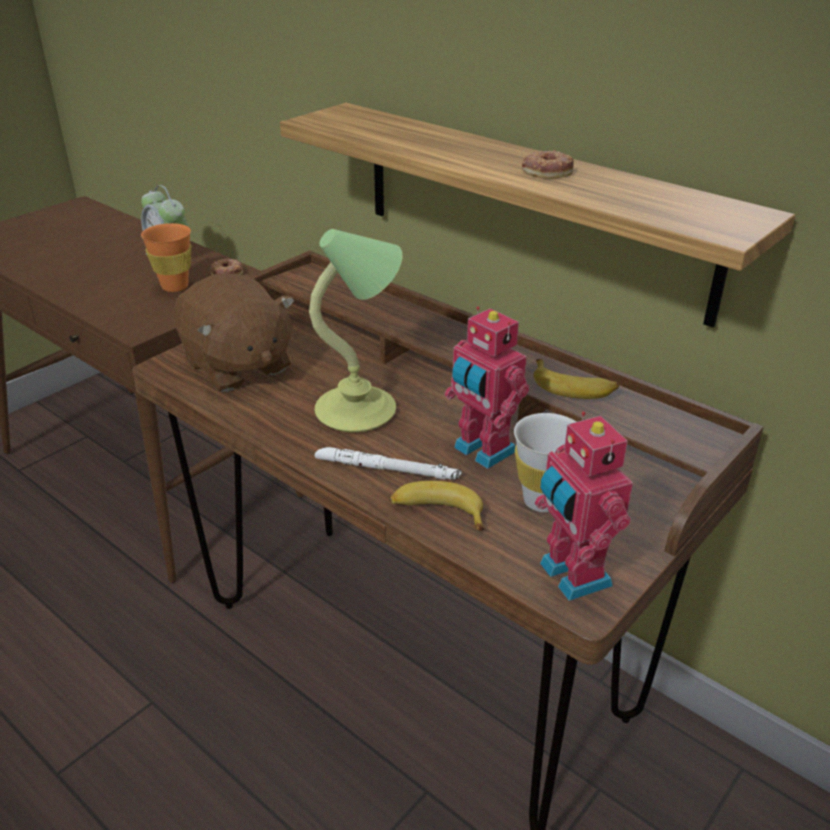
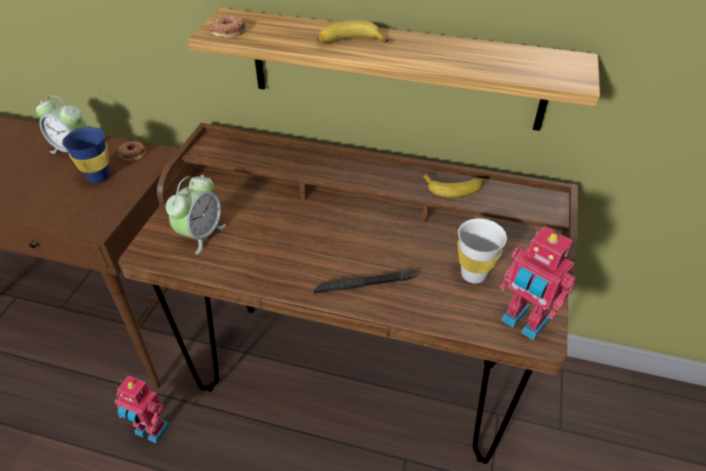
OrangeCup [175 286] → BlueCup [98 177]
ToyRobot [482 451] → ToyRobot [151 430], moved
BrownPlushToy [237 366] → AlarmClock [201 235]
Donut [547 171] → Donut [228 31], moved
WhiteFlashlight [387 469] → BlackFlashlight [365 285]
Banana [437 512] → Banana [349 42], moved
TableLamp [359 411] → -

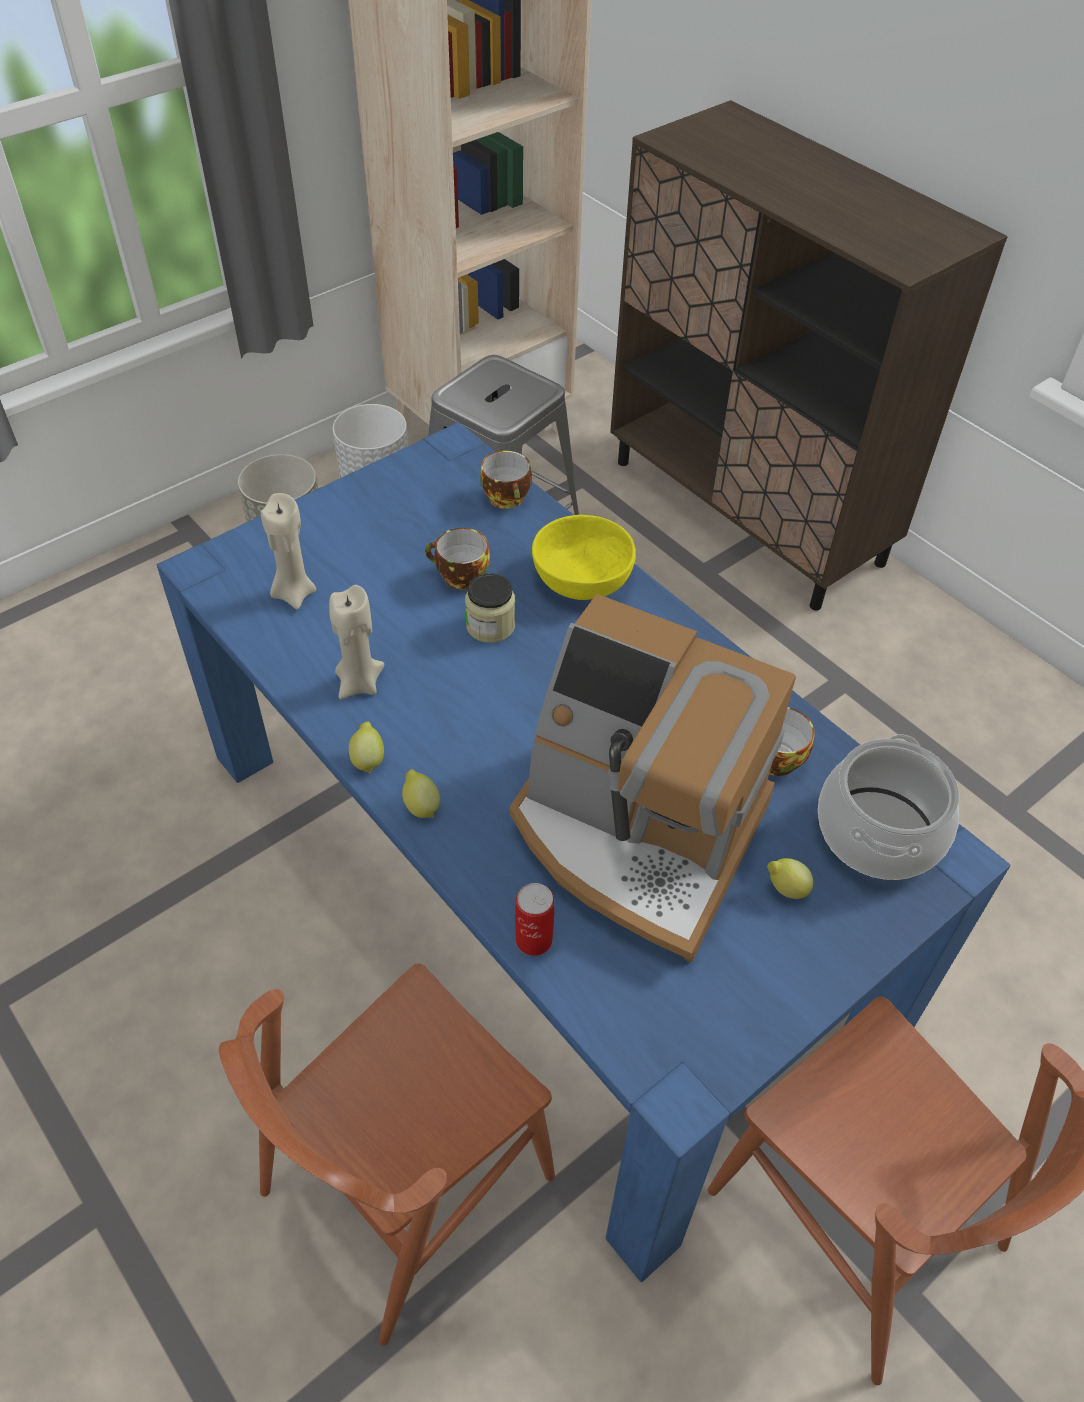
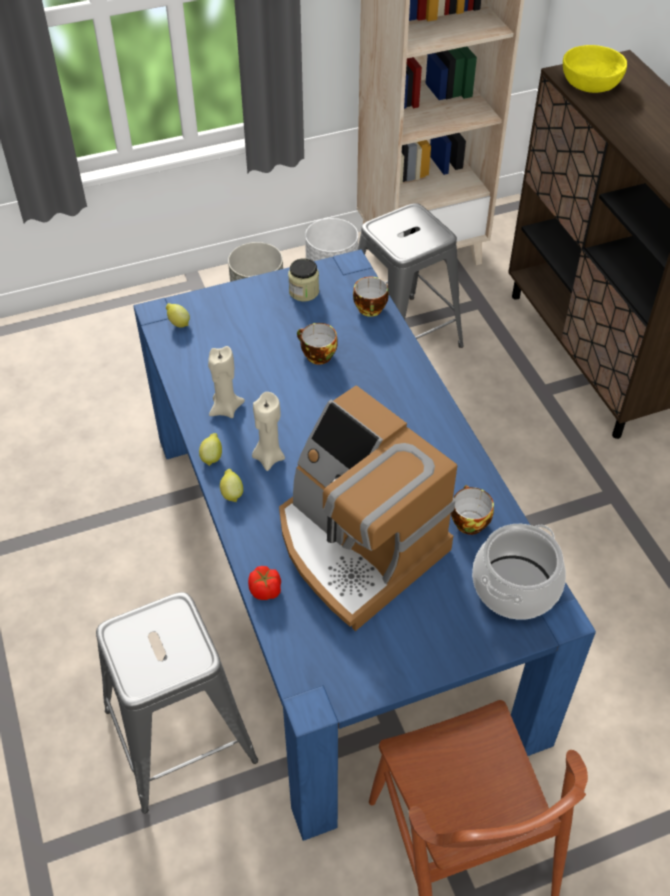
BrownChair [406 1183] → GreyStool [181 735]
Lemon [785 889] → Lemon [178 323], moved
Can [534 939] → Tomato [265 590]
BeigeCandle [293 593] → BeigeCandle [269 457], moved
Jar [490 626] → Jar [304 292], moved
YellowBowl [581 578] → YellowBowl [590 83], moved

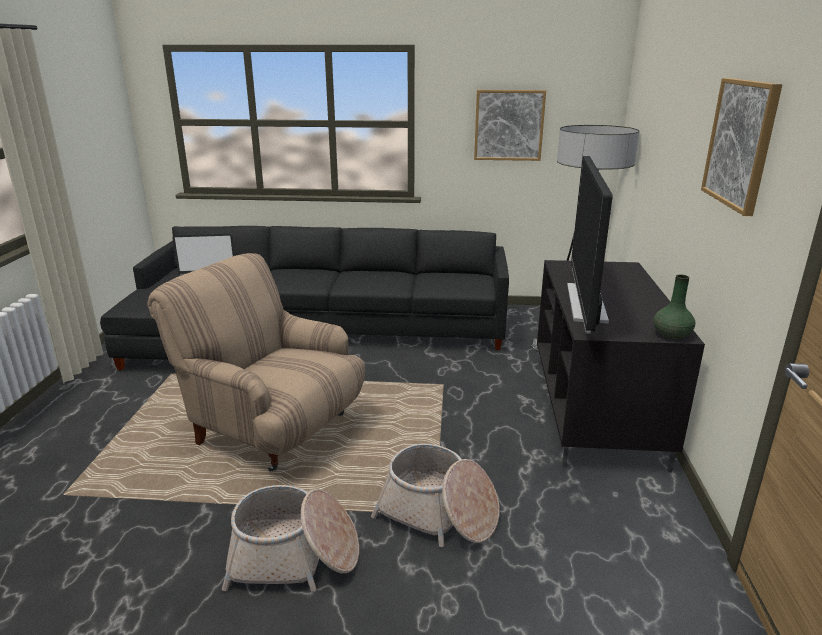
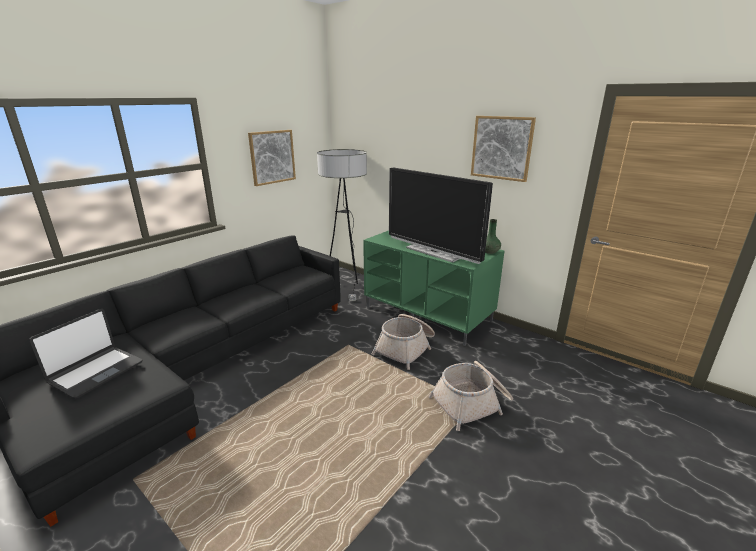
BlackTvStand [597 411] → GreenTvStand [429 314]
Basket [294 557] → Basket [406 348], moved
BeigeArmchair [273 429] → -

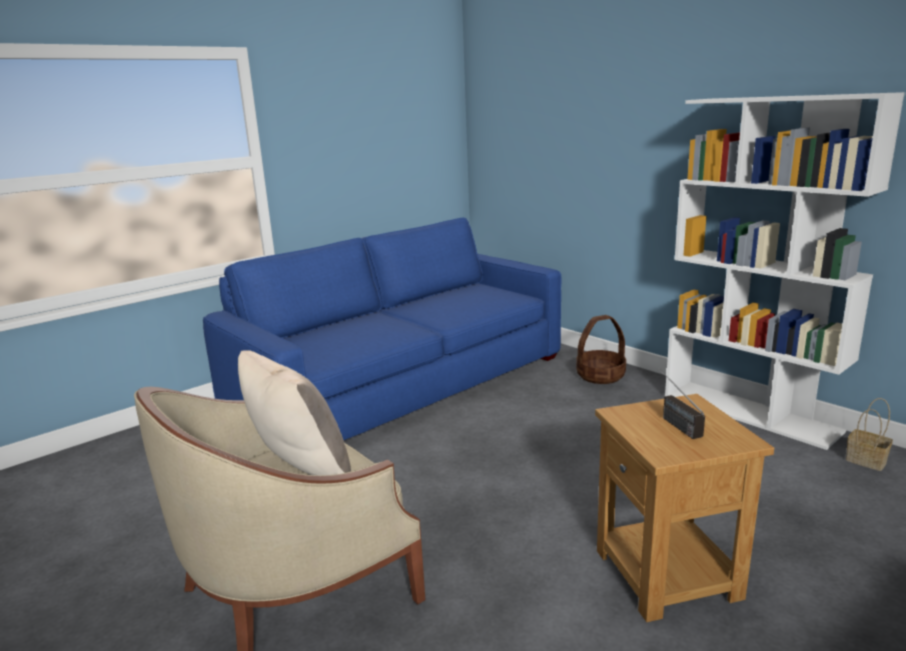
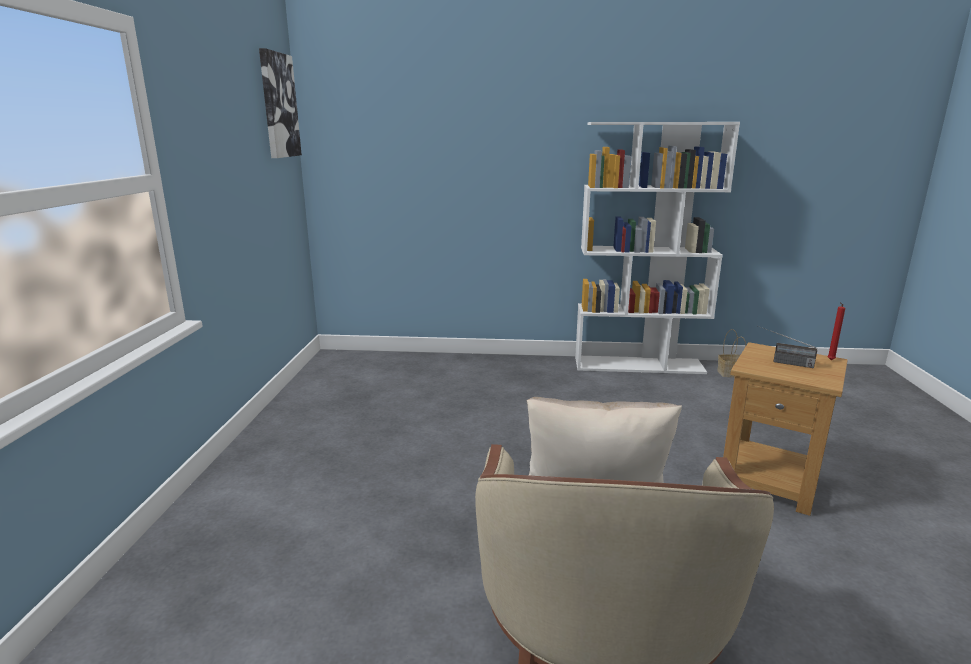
- → Picture [278 105]
- → RedCandle [830 360]
BlueSofa [401 384] → -
Basket [600 376] → -

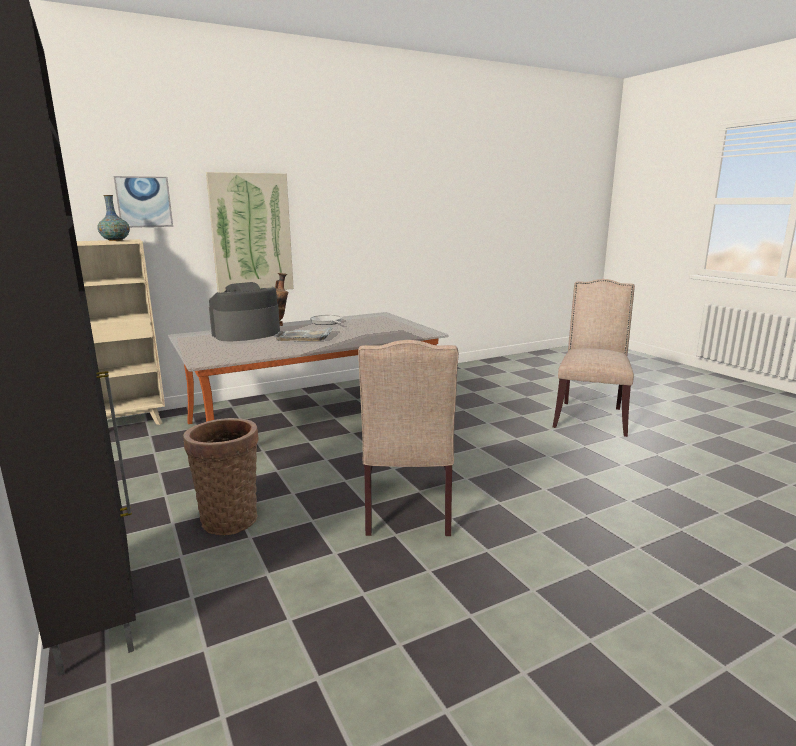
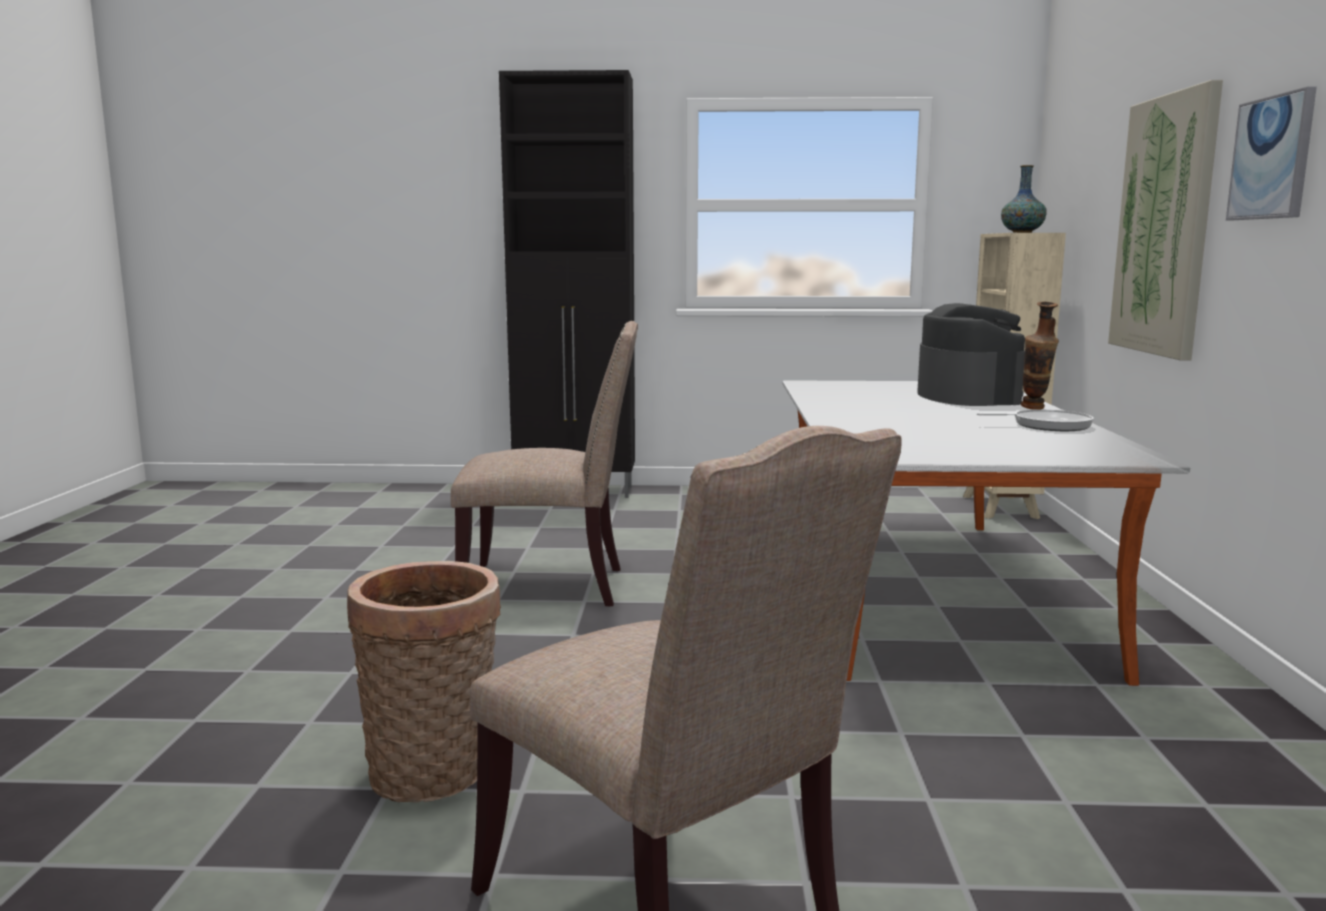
Basket [230 518] → Basket [435 774], moved
BeigeChair [408 509] → BeigeChair [551 586], 150 degrees clockwise
Picture [144 202] → Picture [1272 158], moved
GreyTray [305 336] → -

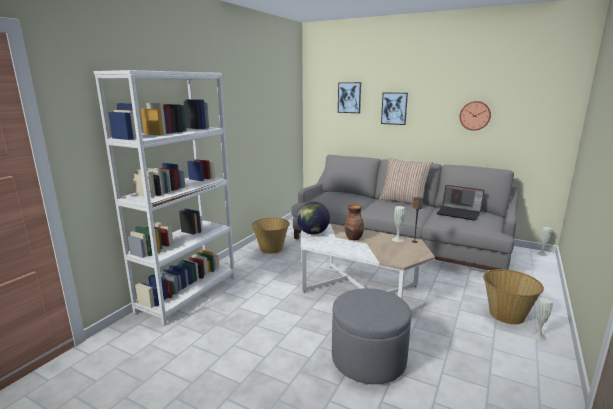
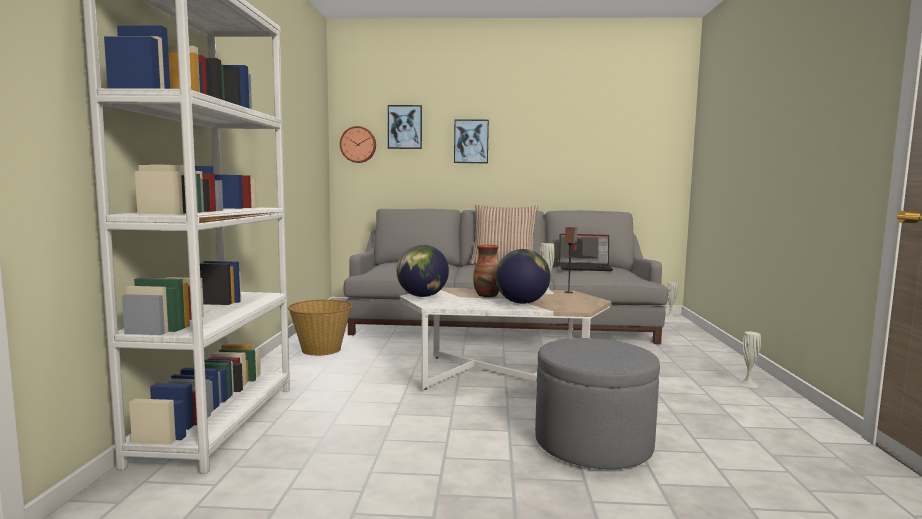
WallClock [475 115] → WallClock [358 144], moved
- → Globe [521 303]
Basket [506 314] → -

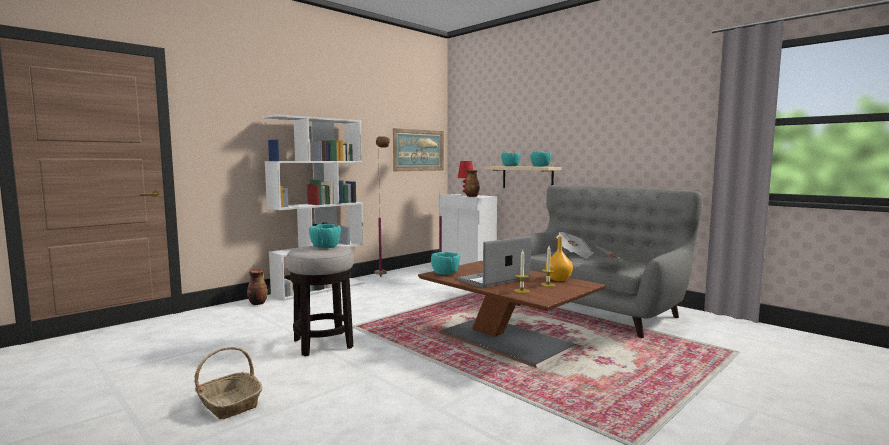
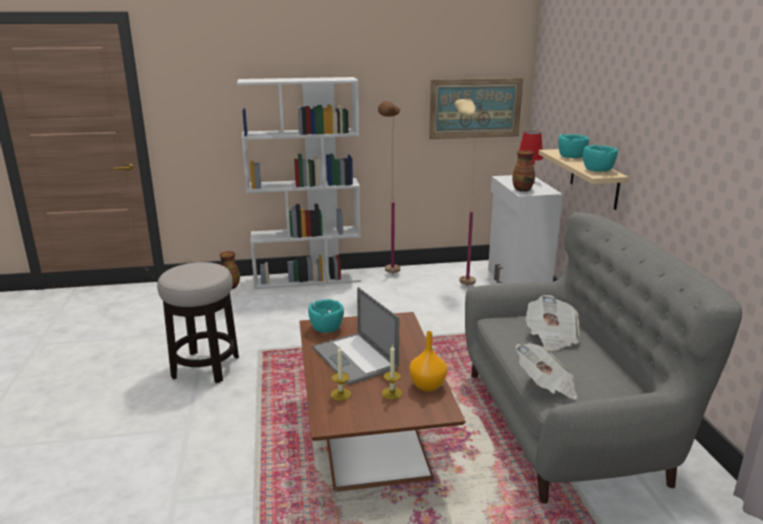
Laptop [493 279] → Laptop [354 358], 120 degrees counterclockwise
Basket [228 404] → -
TurquoiseBowl [325 247] → -

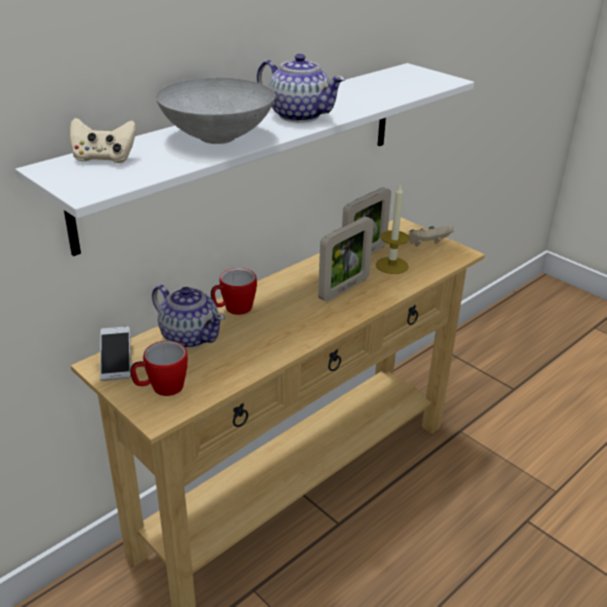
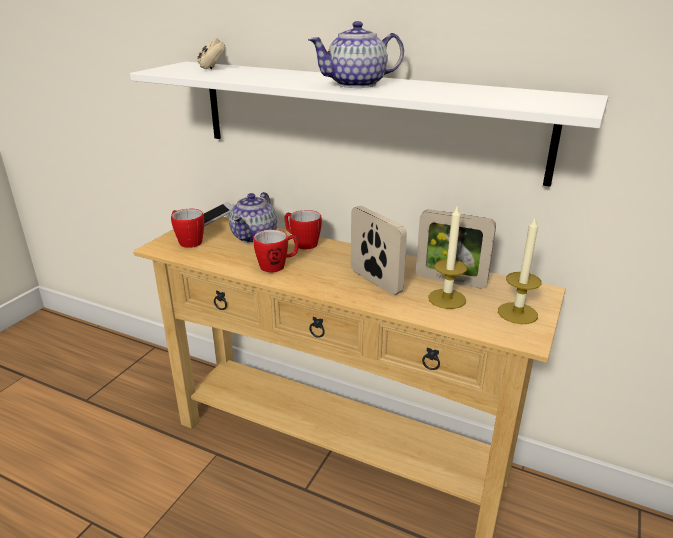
- → Mug [277 266]
Teapot [299 115] → Teapot [357 84], 60 degrees clockwise
PictureFrame [344 289] → PictureFrame [375 281], 150 degrees counterclockwise
BeigeGameController [427 245] → Candle [517 313]
GreyBowl [217 138] → -

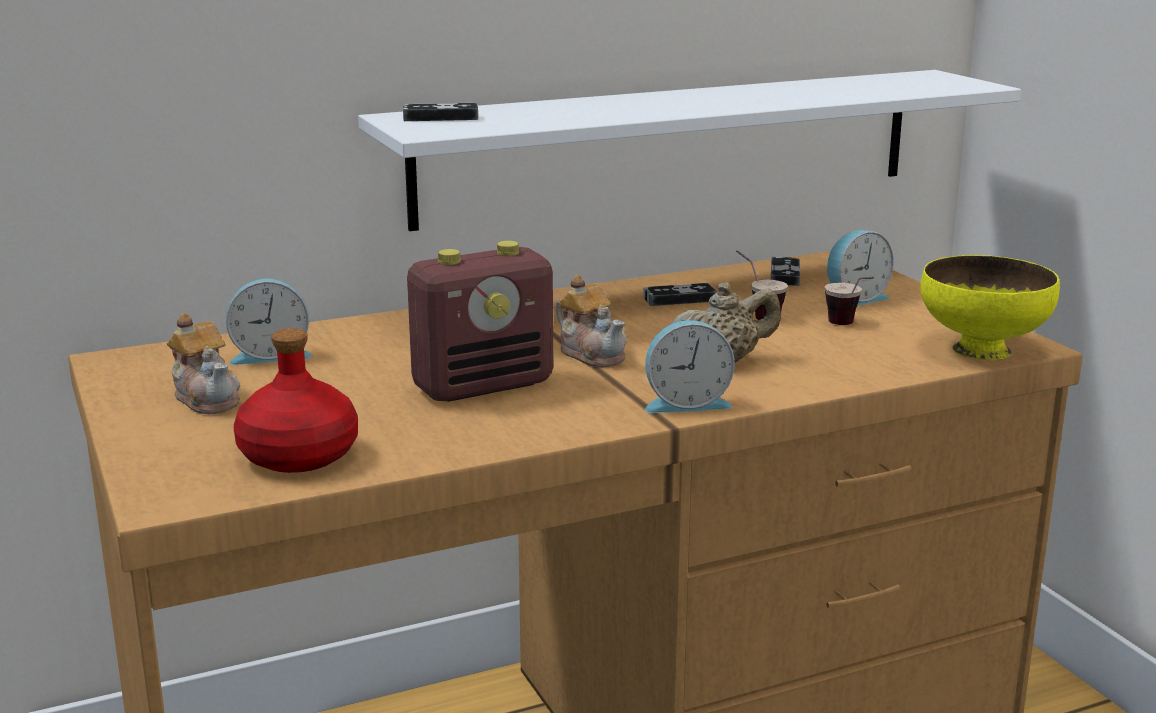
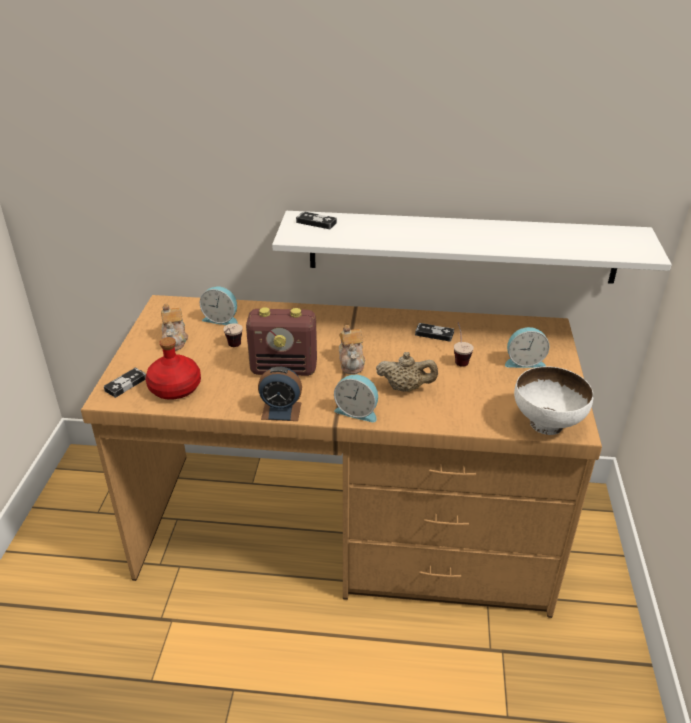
GameController [784 275] → GameController [126 384], moved
Cup [849 326] → Cup [232 348], moved
- → AlarmClock [281 411]
YellowBowl [983 350] → WhiteBowl [547 424]

